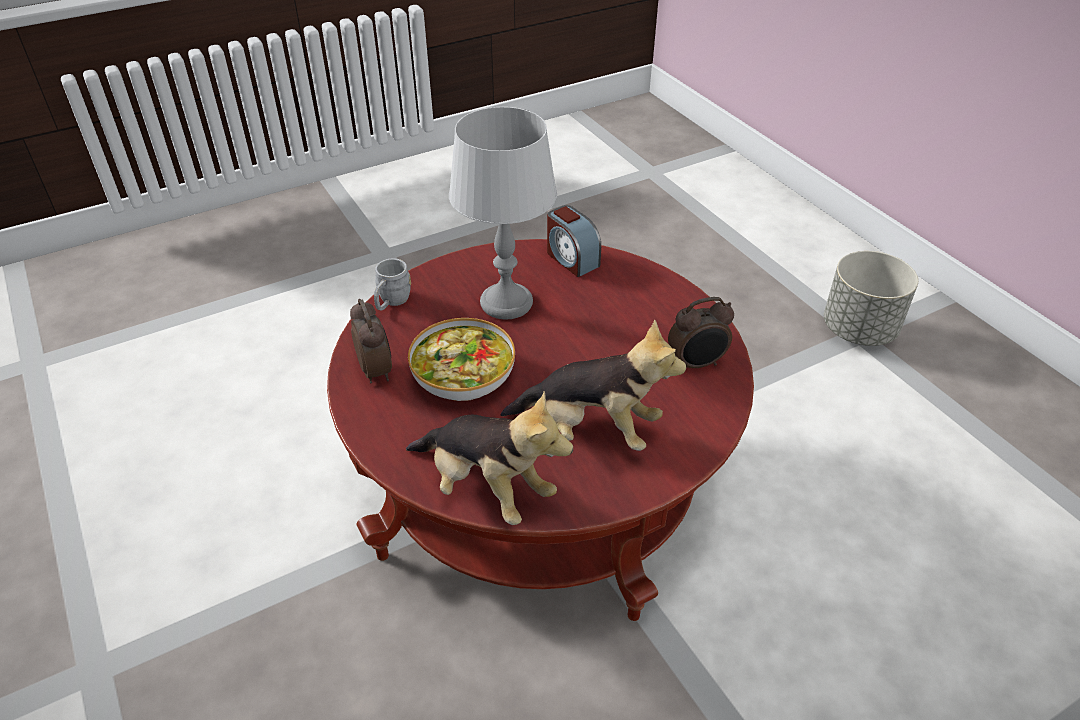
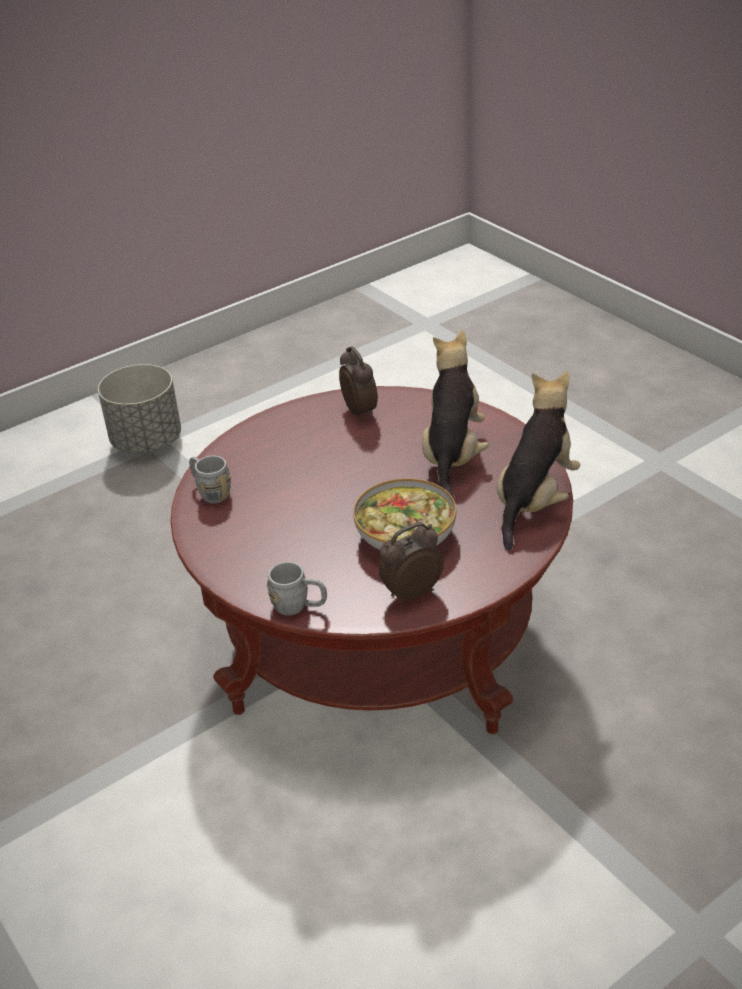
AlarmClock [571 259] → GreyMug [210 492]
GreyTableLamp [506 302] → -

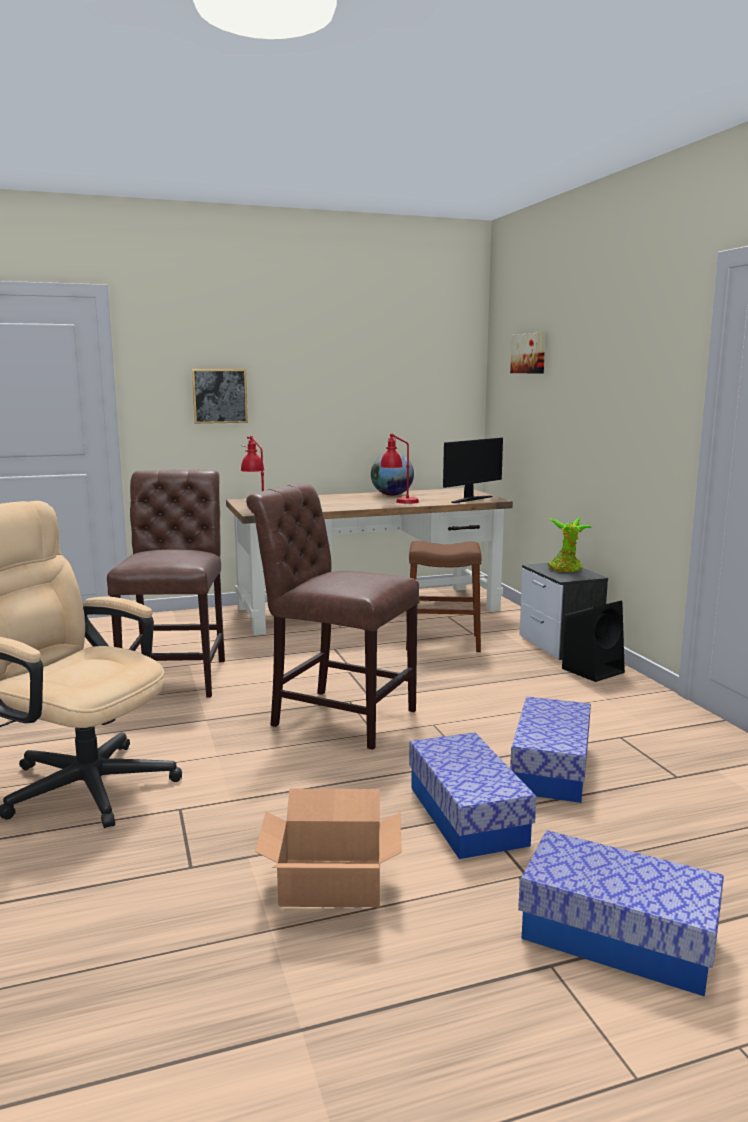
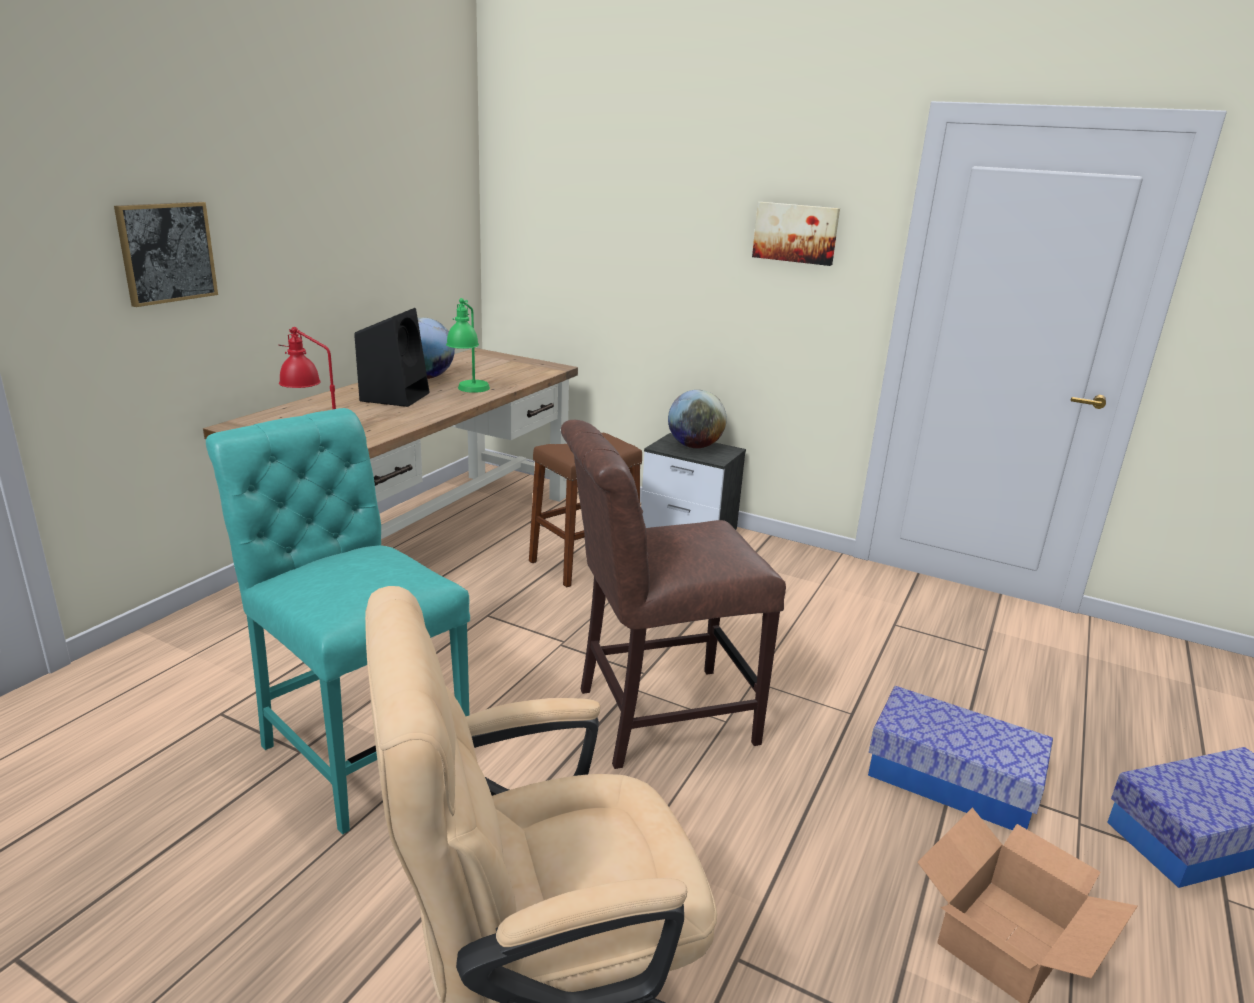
BrownChair [177 675] → TurquoiseChair [359 747]
BlackSpeaker [593 670] → BlackSpeaker [395 396], moved
RedTableLamp [399 502] → GreenTableLamp [469 391]
PottedPlant [566 570] → Globe [694 446]
Picture [529 353] → Picture [796 233], moved
Monitor [470 499] → -
StorageBox [551 768] → -

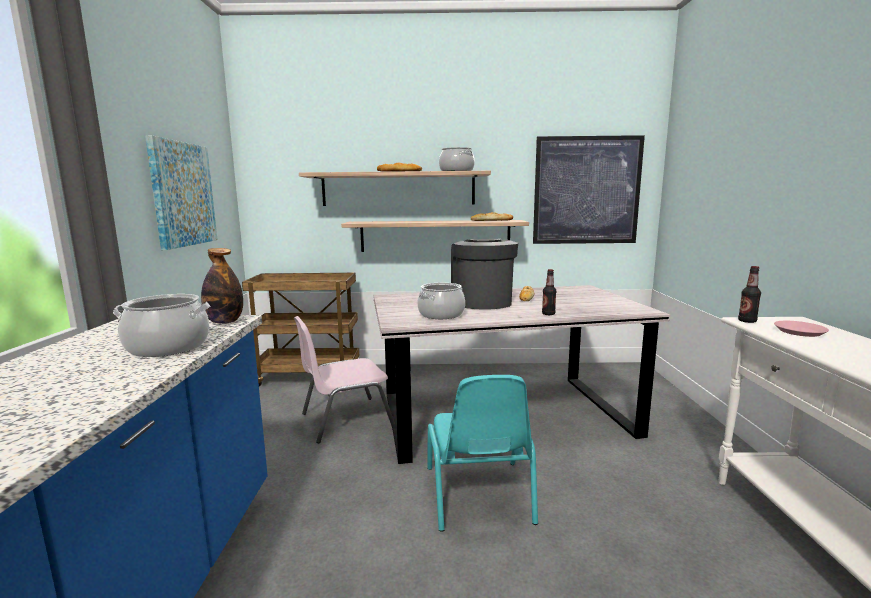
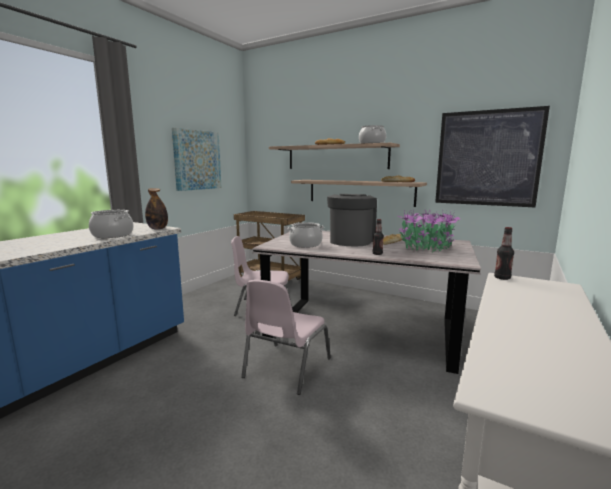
TurquoiseChair [479 495] → PinkChair [286 368]
- → PottedPlant [426 248]
PinkPlate [799 331] → -

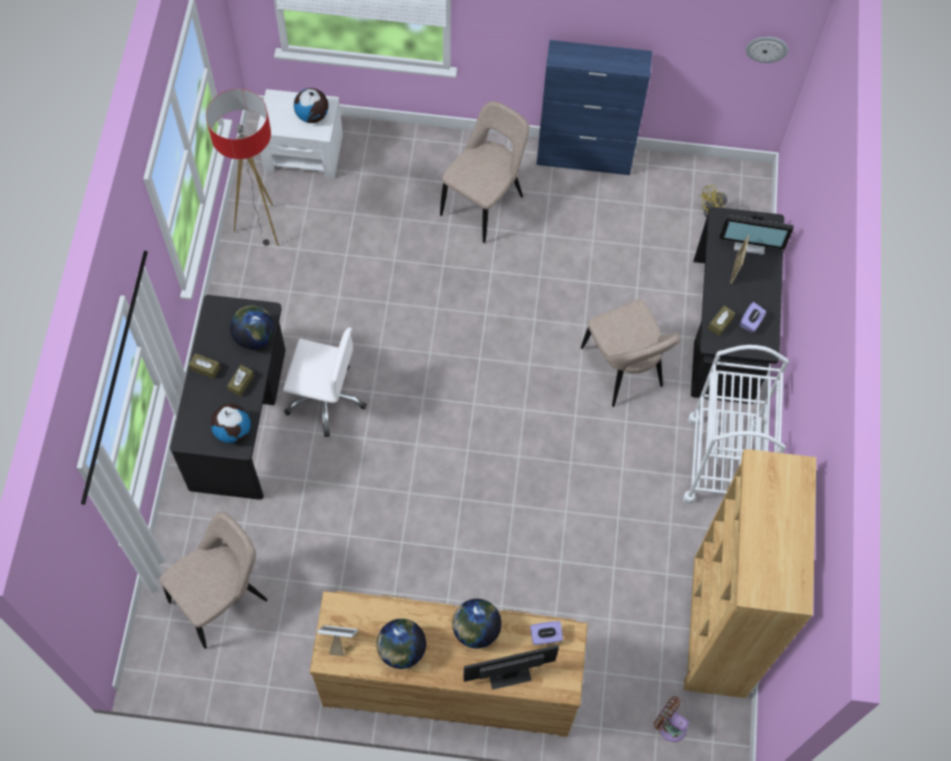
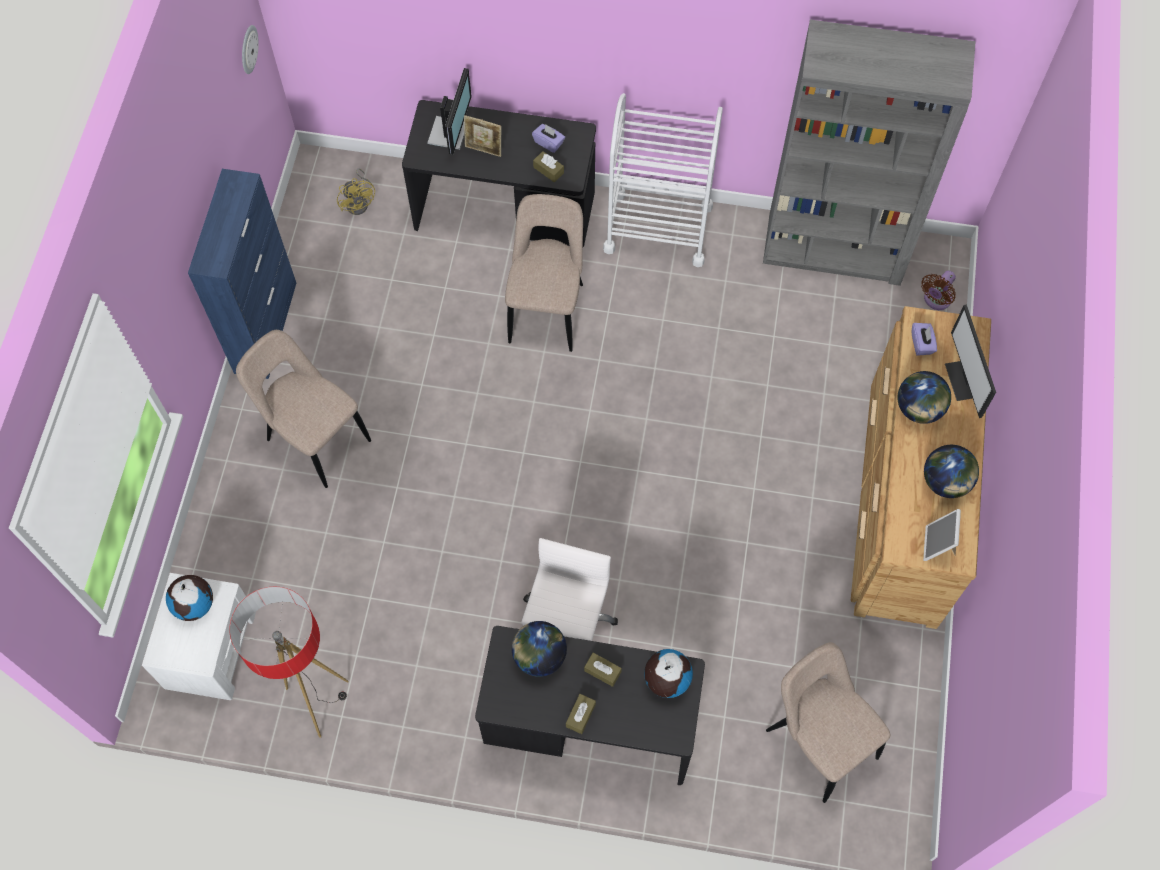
BeigeChair [623 370] → BeigeChair [547 309], 60 degrees counterclockwise
BrownBookcase [717 627] → GreyBookcase [834 250]

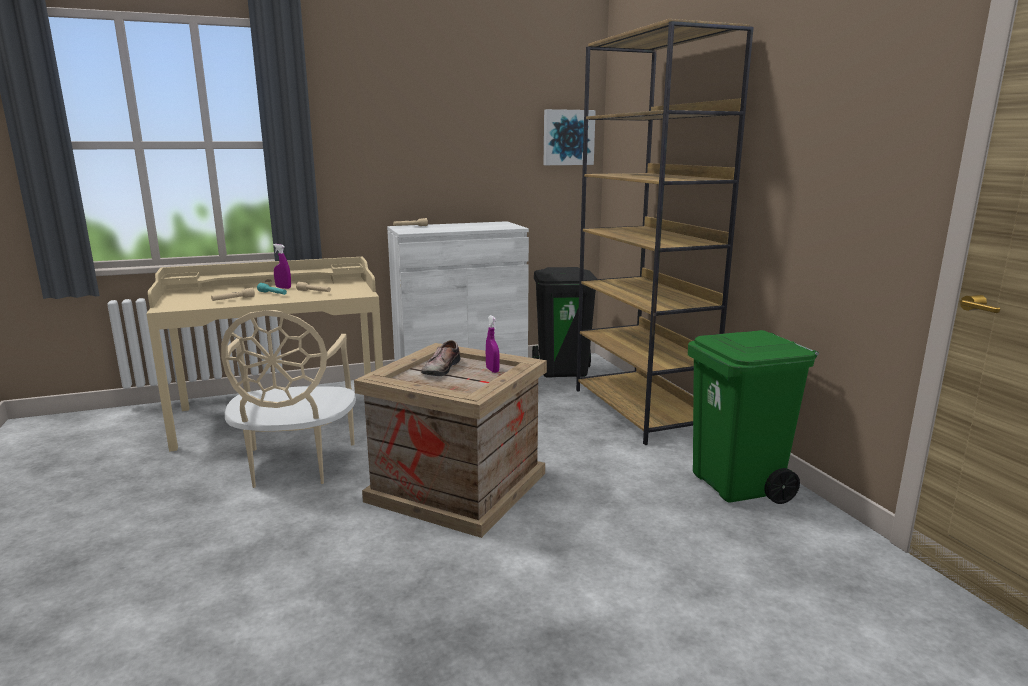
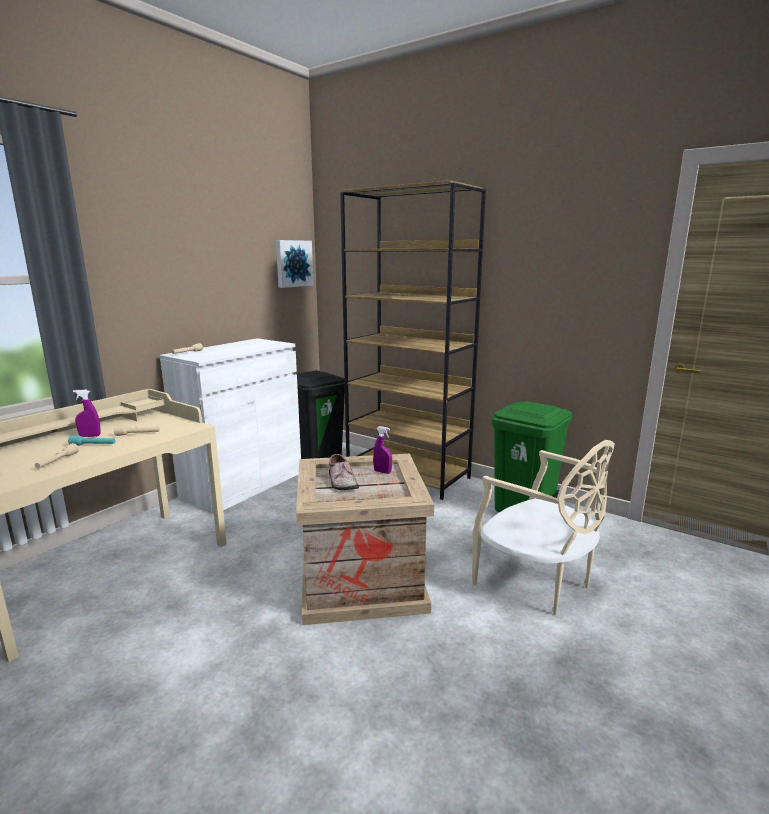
BeigeChair [295 465] → BeigeChair [536 582], moved

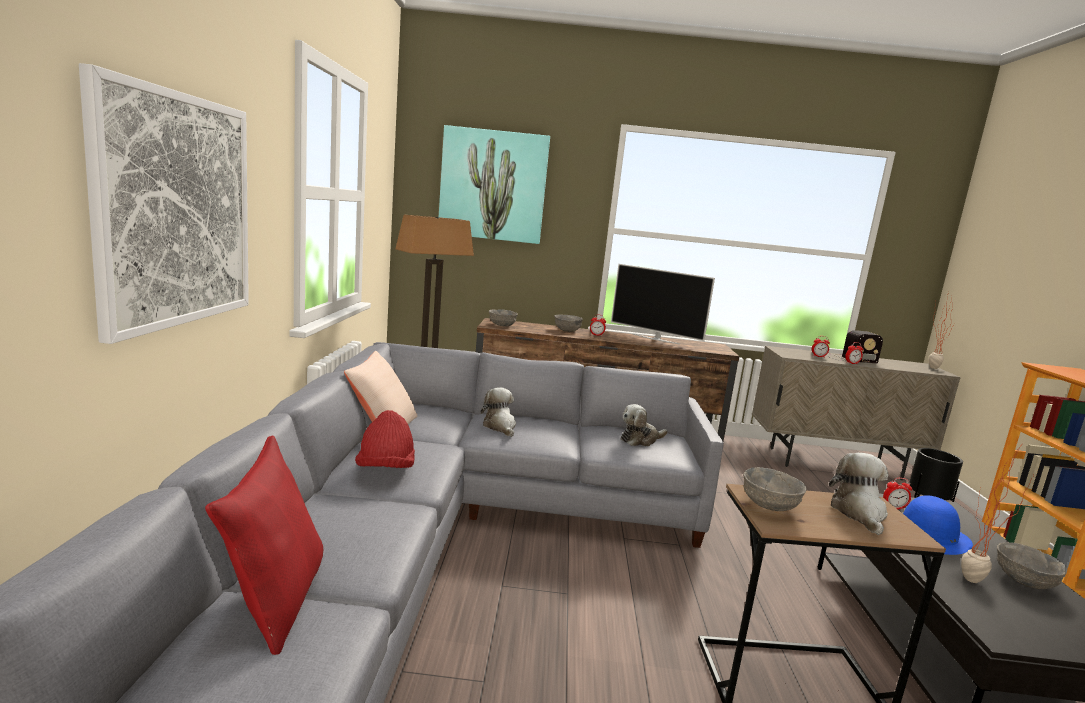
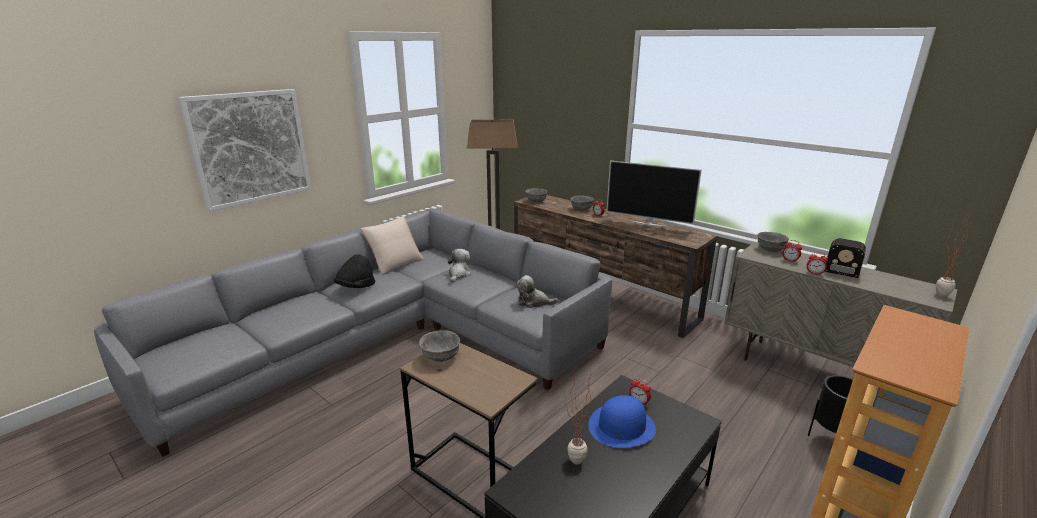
RedHat [386 469] → BlackHat [356 287]
Television [656 339] → Television [648 223], 45 degrees counterclockwise
GreyBowl [1024 580] → GreyBowl [771 249], moved
RedPillow [275 599] → -
Picture [493 185] → -
PlushToy [859 513] → -

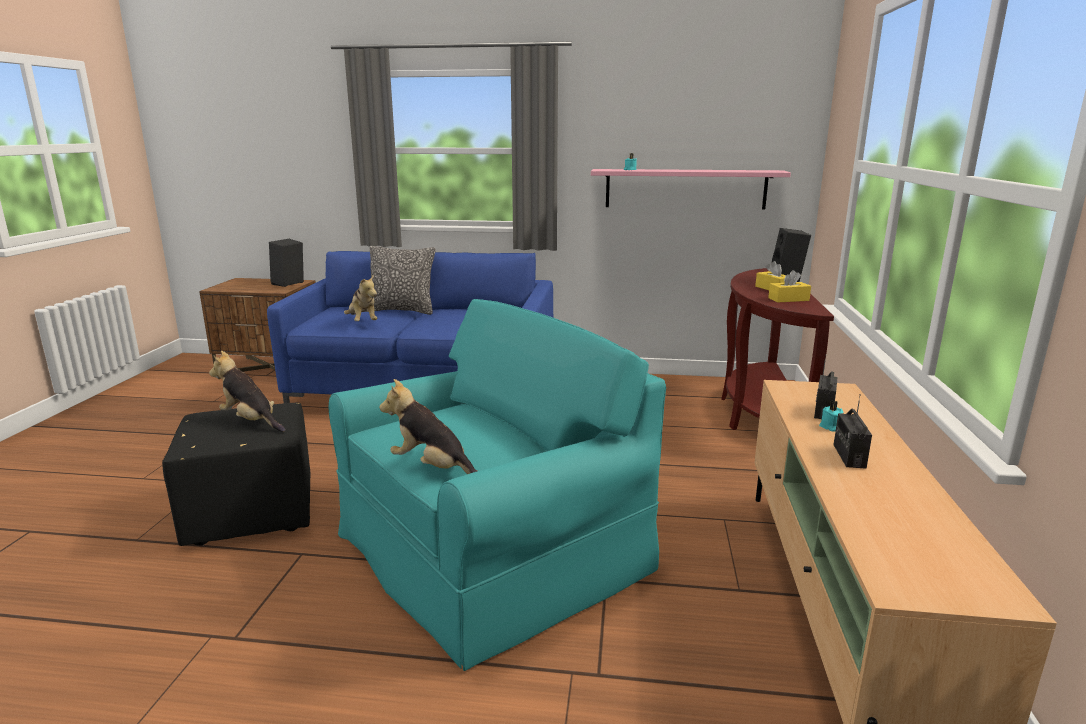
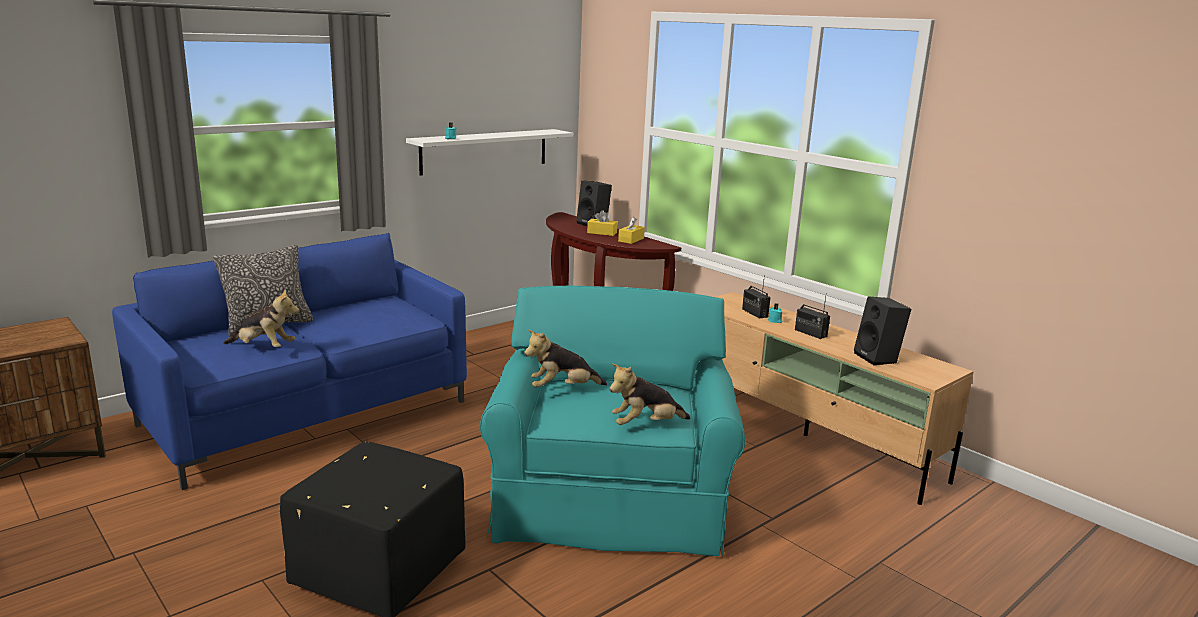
PinkShelf [685 189] → WhiteShelf [485 151]
PlushToy [251 421] → PlushToy [562 389], moved
BlackSpeaker [289 284] → BlackSpeaker [879 358], moved

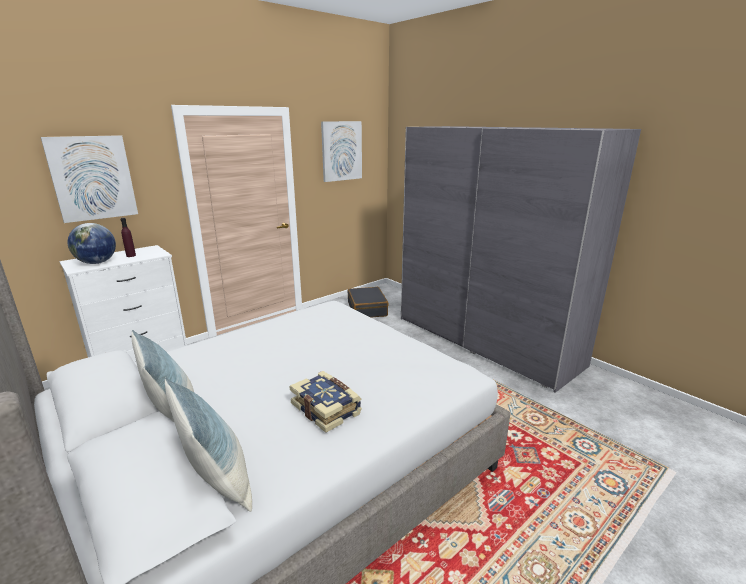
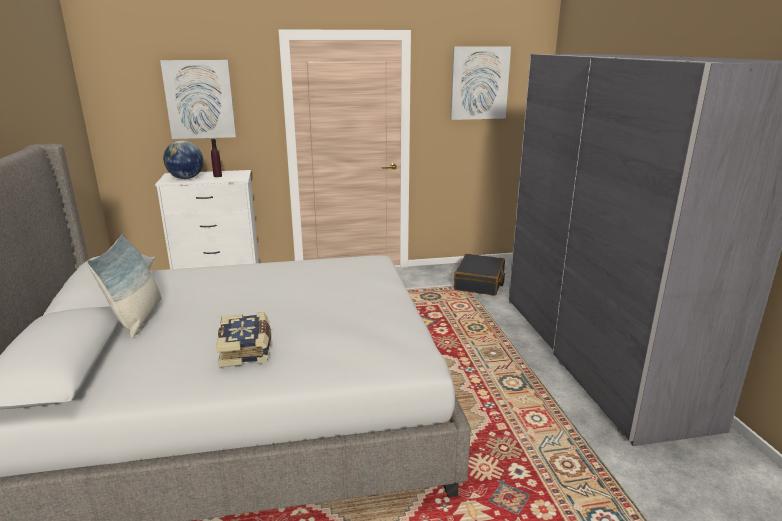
Pillow [218 481] → -

